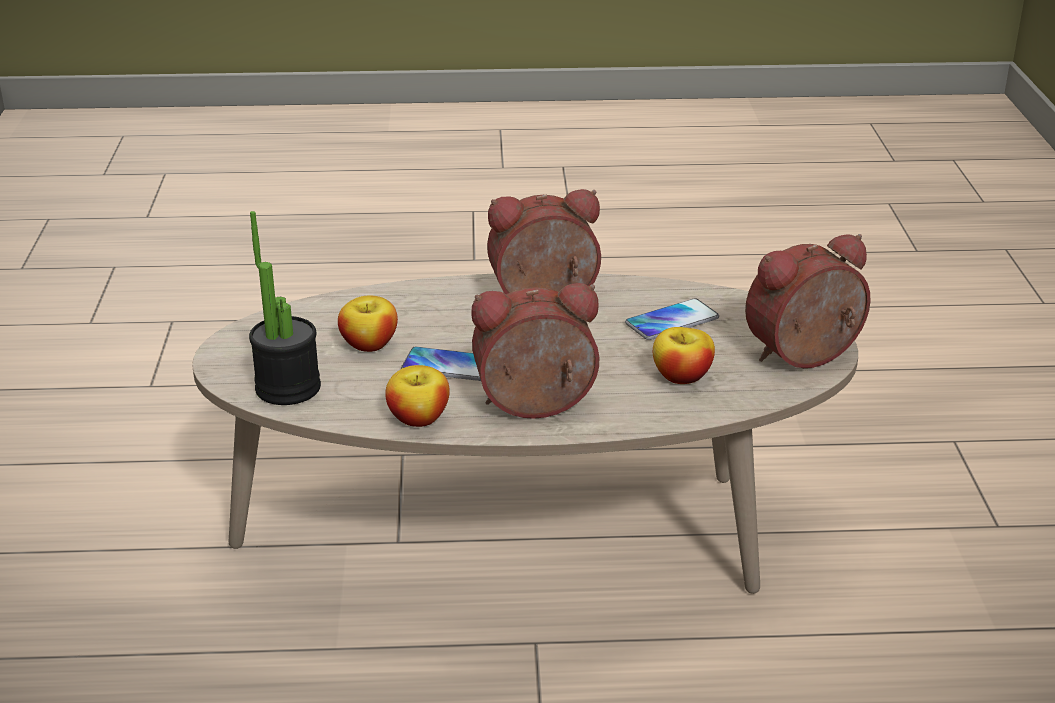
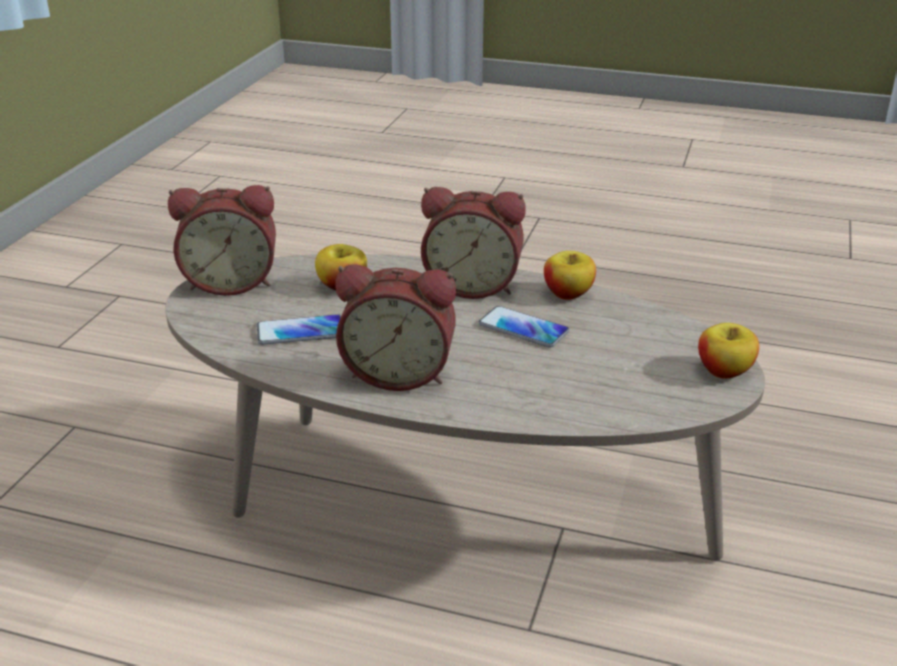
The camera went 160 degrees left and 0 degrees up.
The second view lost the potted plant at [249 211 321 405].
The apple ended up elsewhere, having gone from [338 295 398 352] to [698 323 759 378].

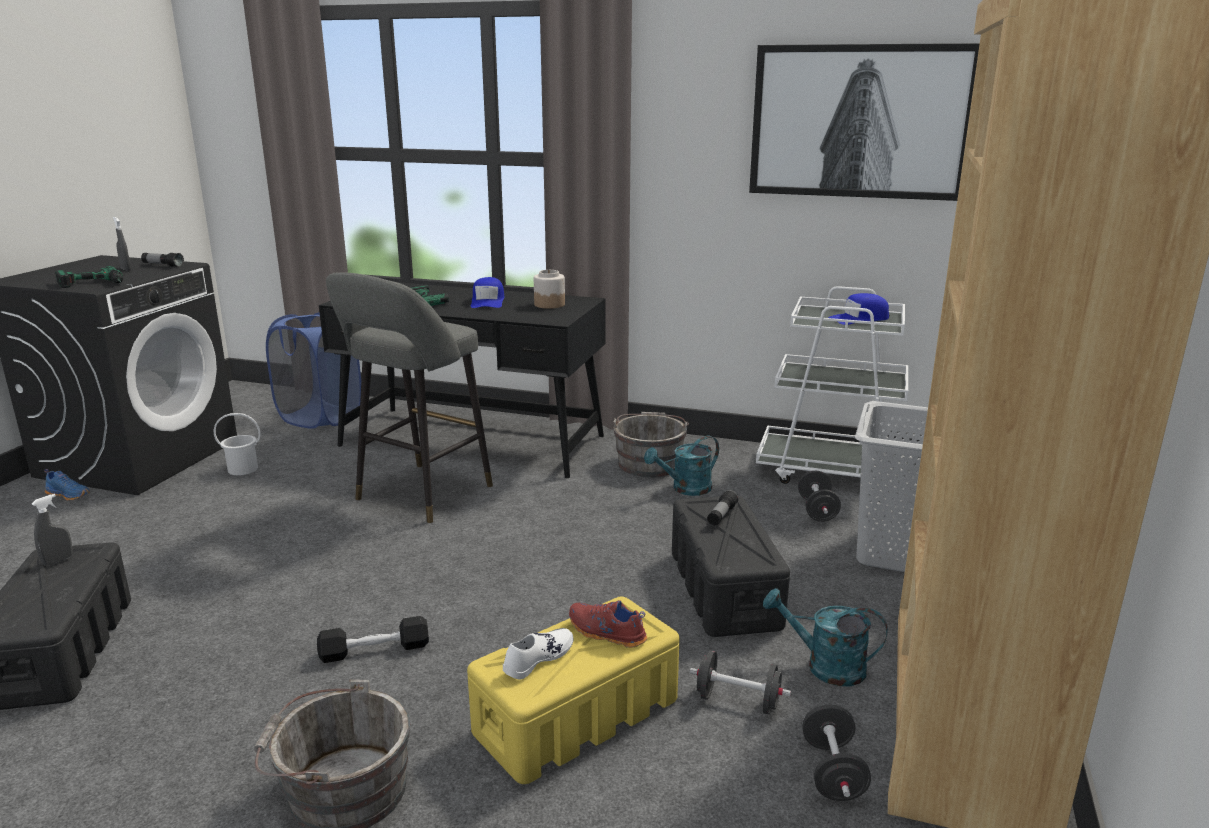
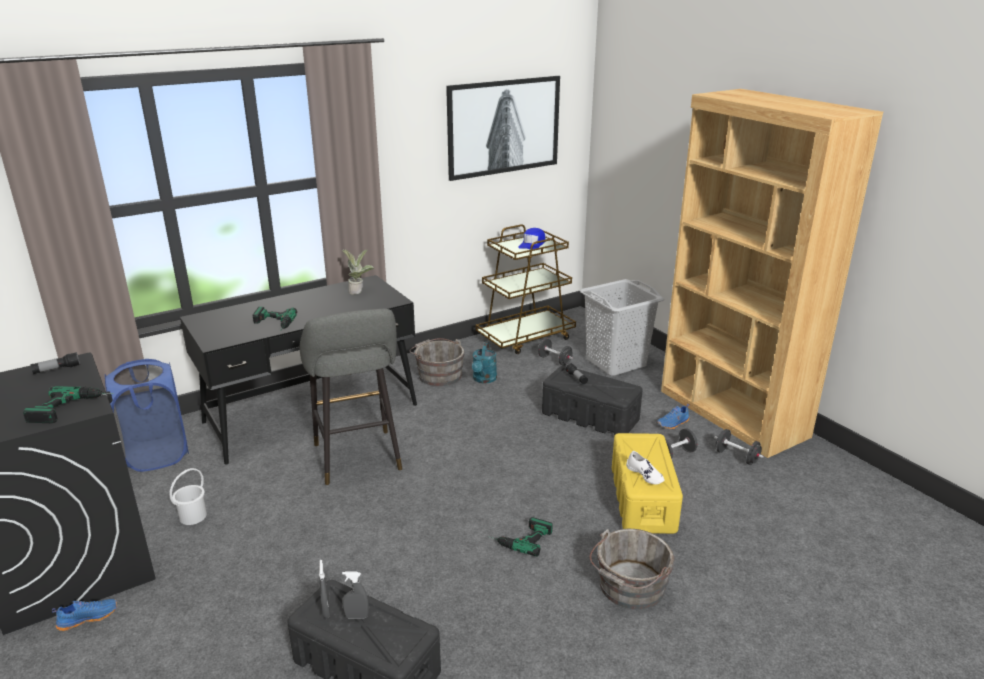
The camera went 50 degrees left and 5 degrees up.
The second view lost the cap in blue at [471 277 504 308].
The second view lost the shoe in red at [569 600 647 648].
The spray bottle in grey ended up elsewhere, having gone from [113 217 131 271] to [342 571 369 618].
Where the dumbbell in black stood at [317 616 429 663], the power drill came to stand at [488 517 553 557].
Where the jar stood at [534 270 565 309], the potted plant came to stand at [342 250 374 295].
Where the watering can in turquoise stood at [763 588 888 686], the shoe in blue came to stand at [657 404 689 429].
What was the cart in white at [756 286 912 484] turned into the cart in brown at [476 224 576 354].
The shoe in white at [503 628 573 679] ended up facing another way, 150 degrees clockwise from before.

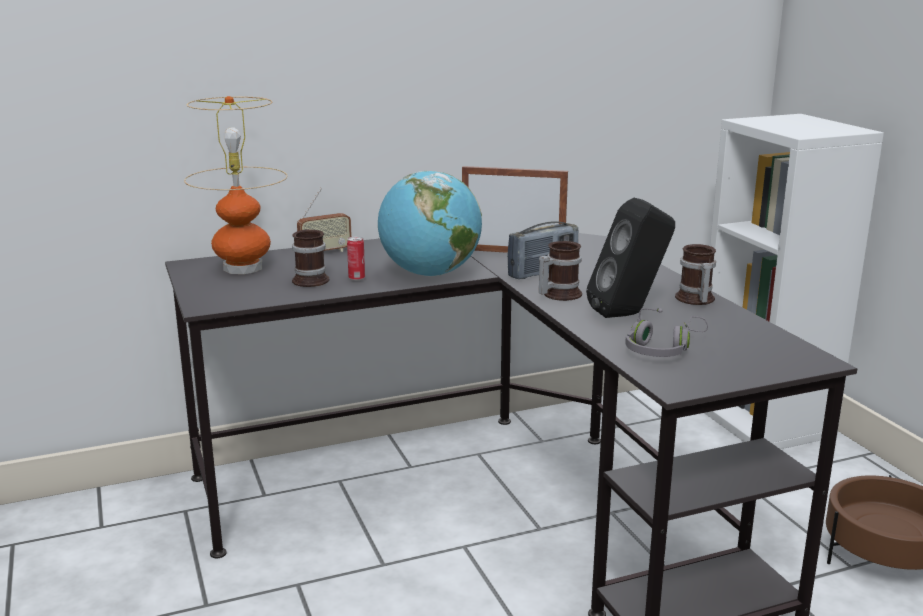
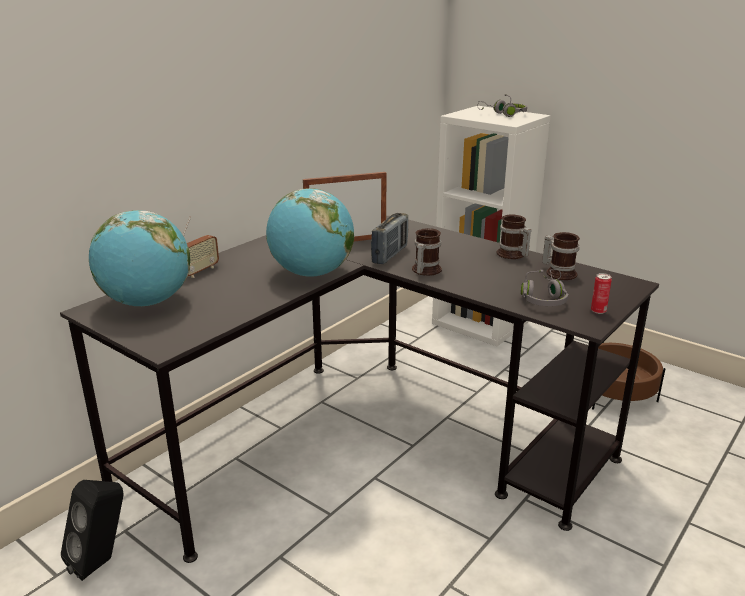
The camera went 30 degrees left and 5 degrees up.
The second view gained the headphones in grey at [478 94 527 117].
The mug ended up elsewhere, having gone from [292 229 329 287] to [542 232 580 280].
The can ended up elsewhere, having gone from [347 236 365 281] to [591 273 612 314].
The speaker in black ended up elsewhere, having gone from [586 198 675 318] to [61 480 123 581].
Where the table lamp stood at [184 96 287 274], the globe came to stand at [89 210 190 306].

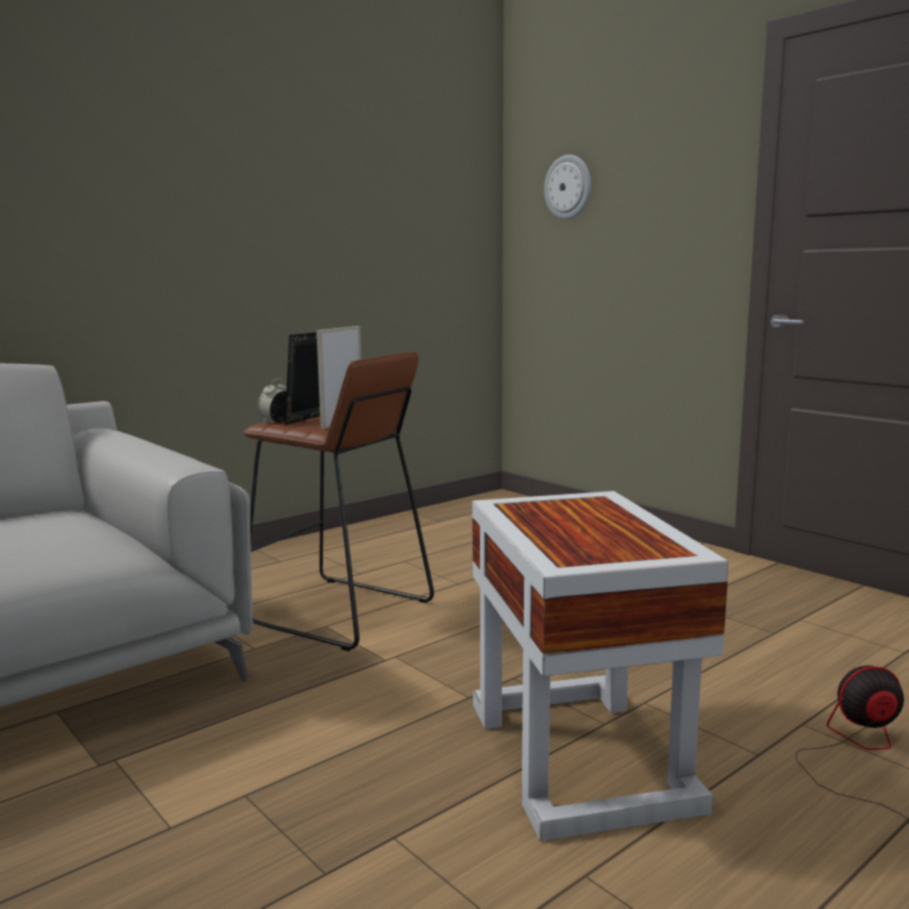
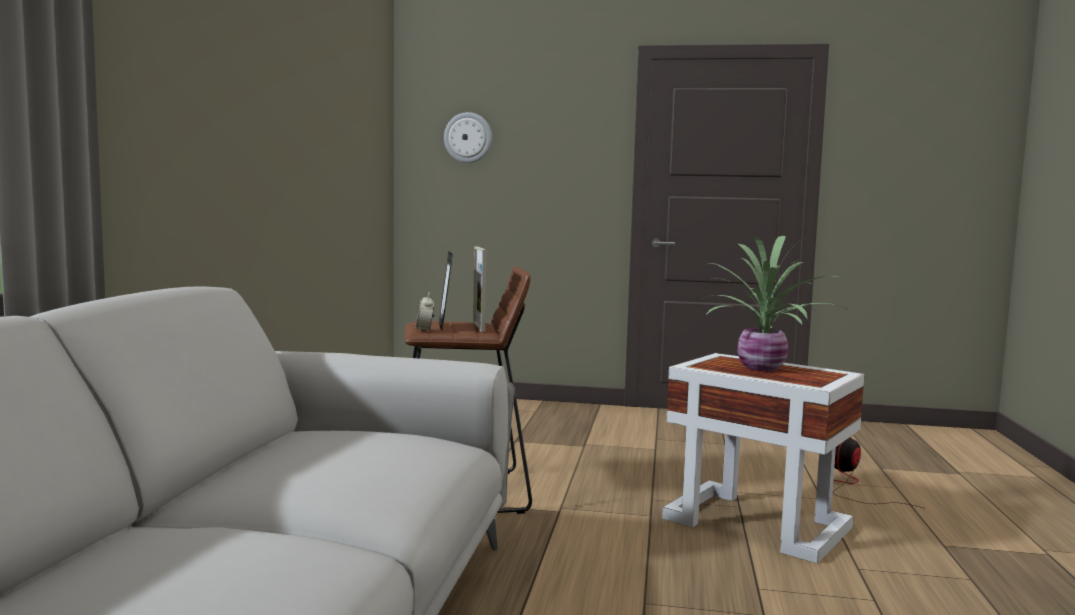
The camera went 40 degrees left and 5 degrees down.
The second view gained the potted plant at [700 236 849 372].

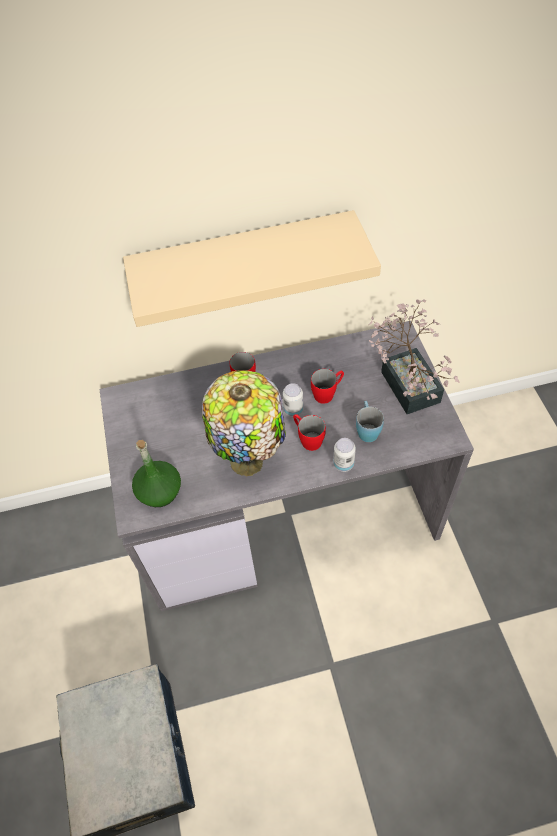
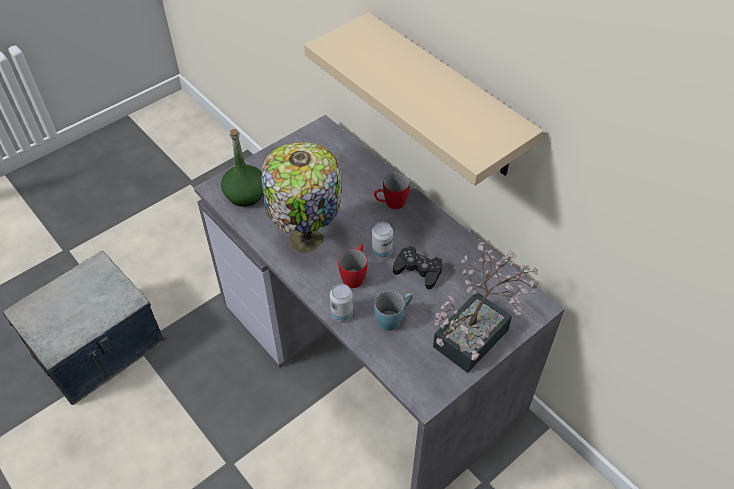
The camera went 60 degrees right and 5 degrees down.
Where the mug in red stood at [311 369 344 404], the game controller in black came to stand at [393 246 442 289].

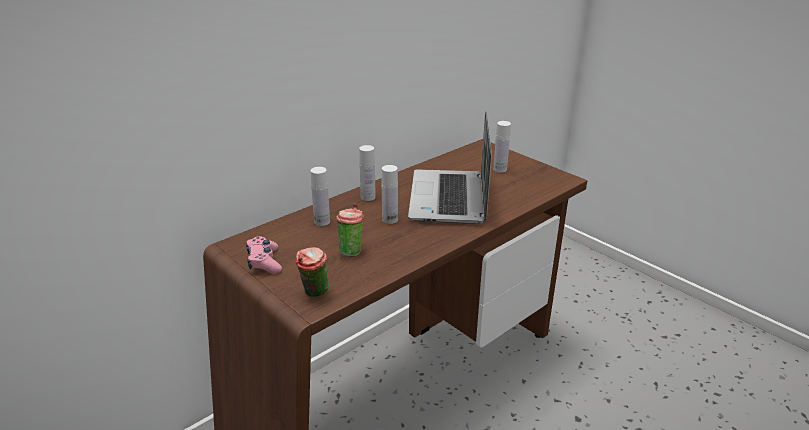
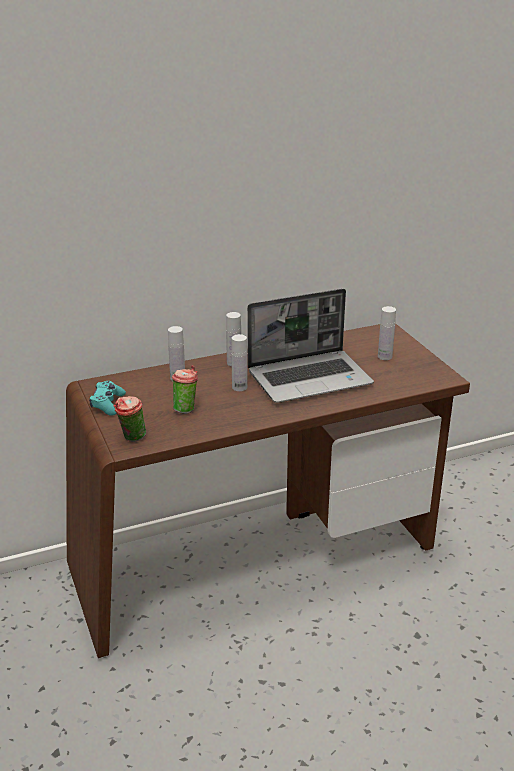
The camera went 20 degrees right and 0 degrees up.
What was the game controller in pink at [246 236 282 274] turned into the game controller in turquoise at [89 381 126 416].
The laptop at [408 111 492 224] ended up facing another way, 135 degrees counterclockwise from before.

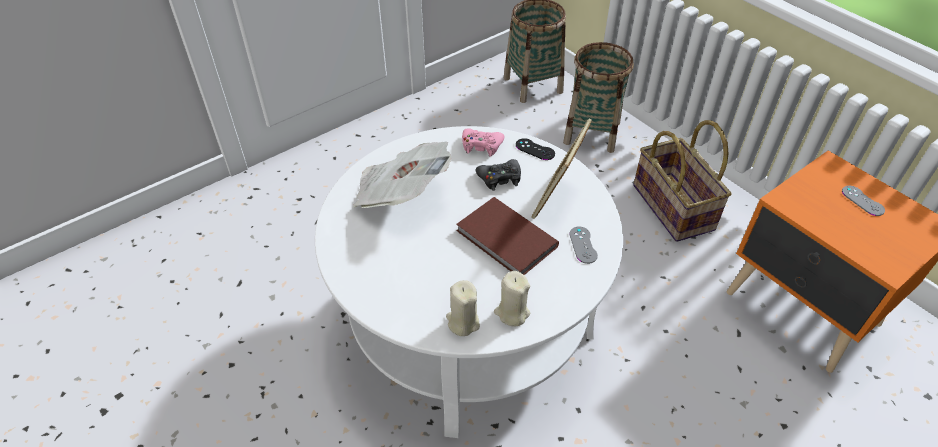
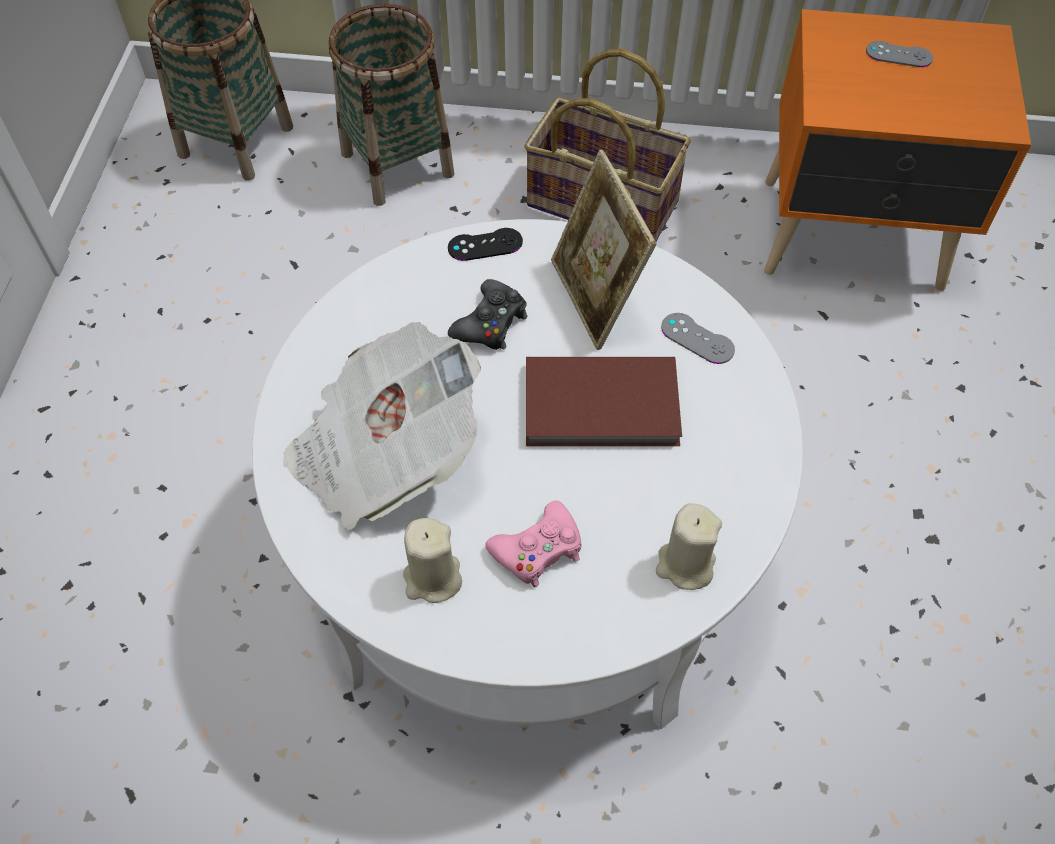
The camera went 45 degrees left and 10 degrees up.
The game controller in pink ended up elsewhere, having gone from [462 128 504 156] to [485 500 581 587].
The candle in beige ended up elsewhere, having gone from [494 271 530 327] to [403 518 462 603].

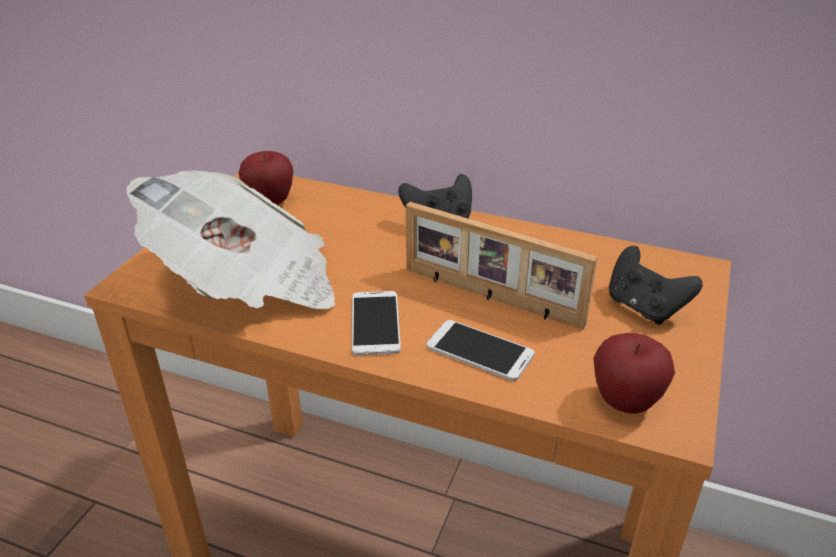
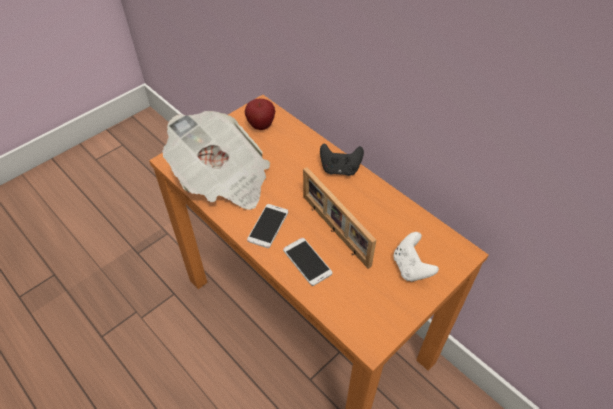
The camera went 25 degrees right and 15 degrees up.
The second view lost the apple at [593 333 675 414].
What was the game controller in black at [609 246 703 325] turned into the game controller in white at [393 232 439 282].

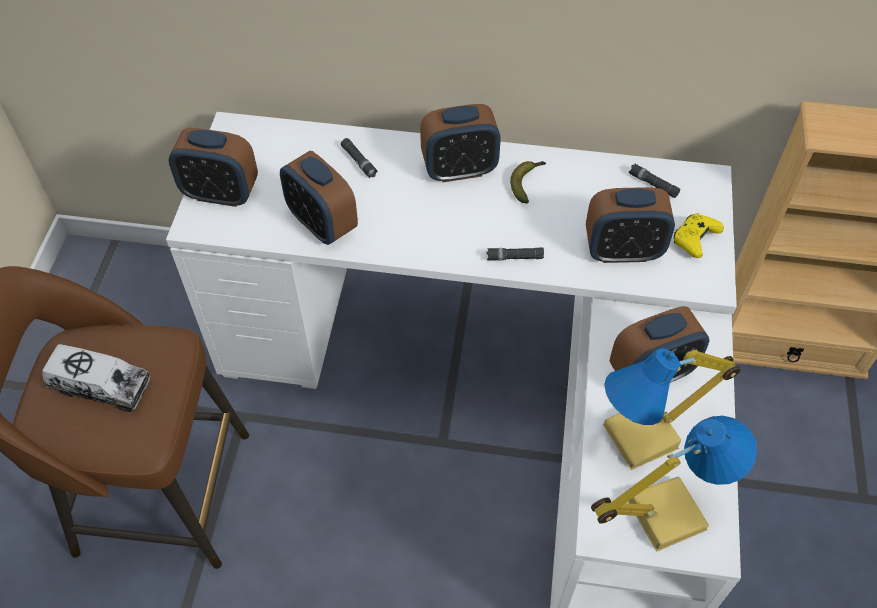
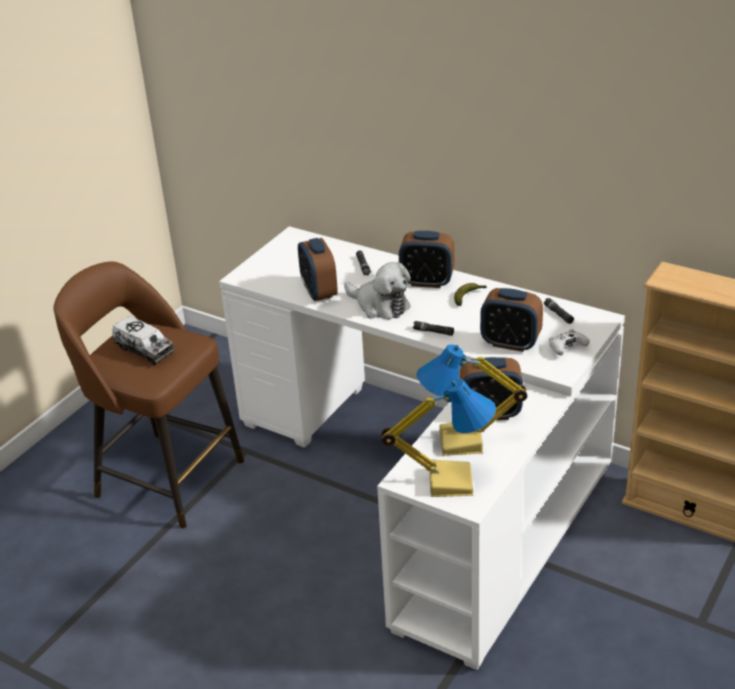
The camera went 25 degrees right and 20 degrees down.
The second view lost the alarm clock at [169 128 258 207].
The second view gained the plush toy at [344 262 411 319].
What was the game controller in yellow at [674 213 724 258] turned into the game controller in white at [549 329 590 355].

